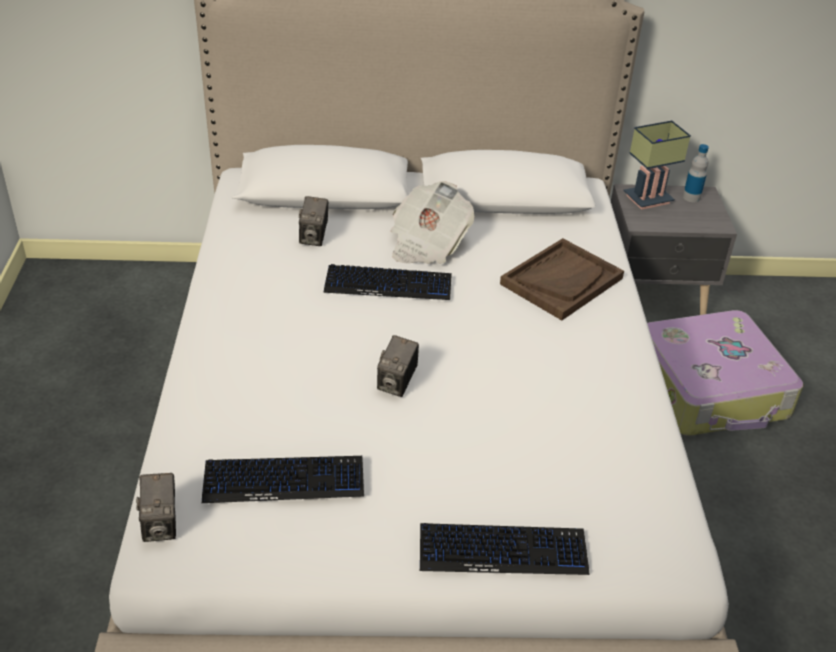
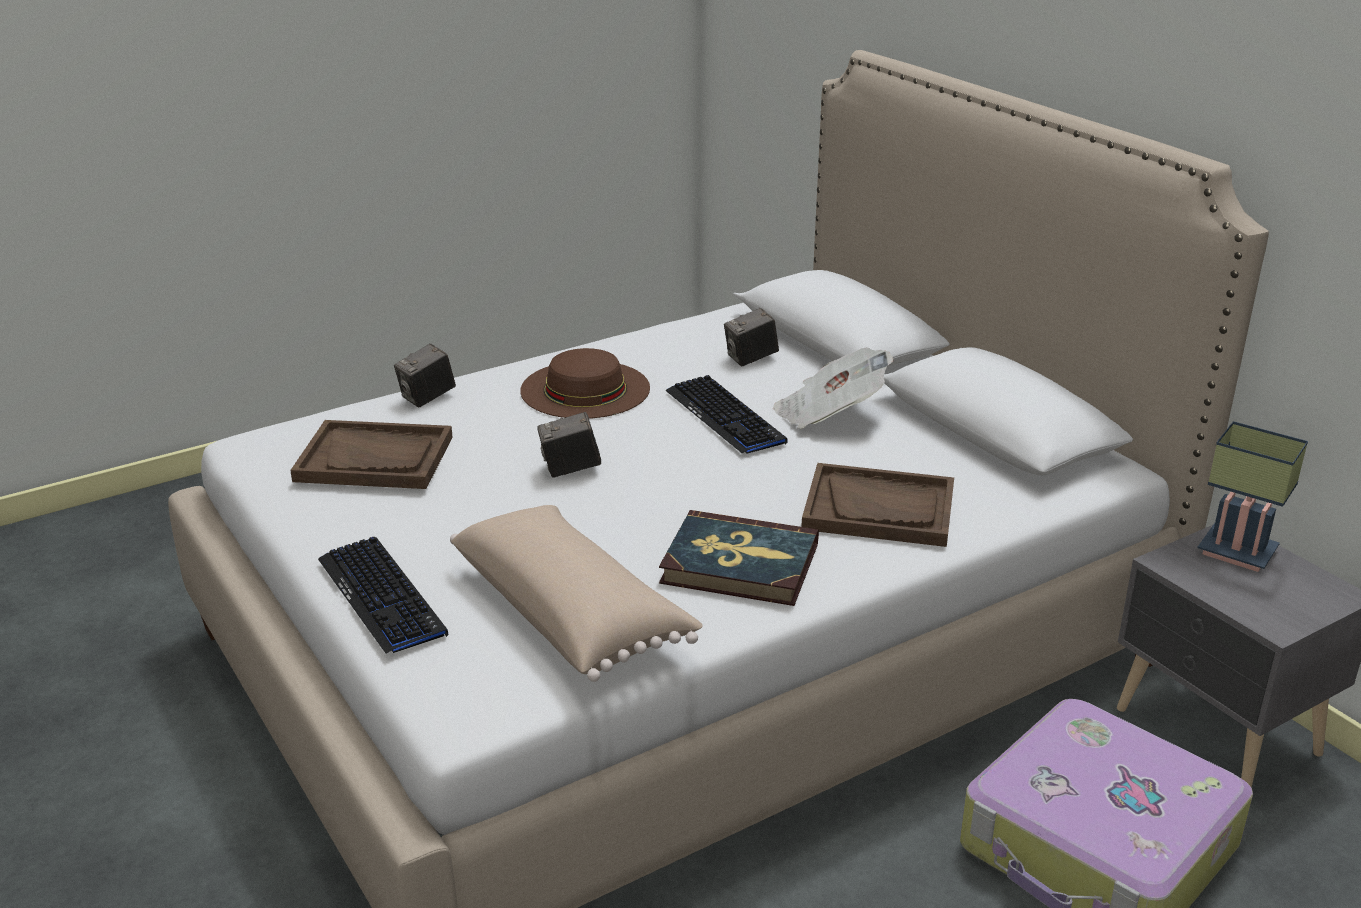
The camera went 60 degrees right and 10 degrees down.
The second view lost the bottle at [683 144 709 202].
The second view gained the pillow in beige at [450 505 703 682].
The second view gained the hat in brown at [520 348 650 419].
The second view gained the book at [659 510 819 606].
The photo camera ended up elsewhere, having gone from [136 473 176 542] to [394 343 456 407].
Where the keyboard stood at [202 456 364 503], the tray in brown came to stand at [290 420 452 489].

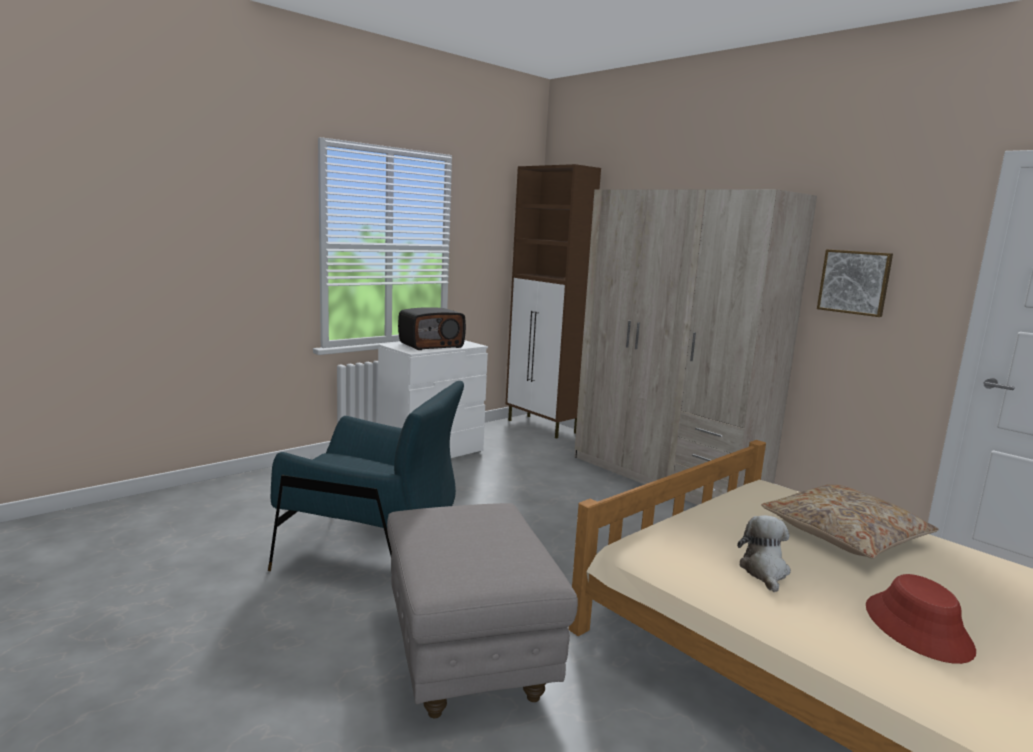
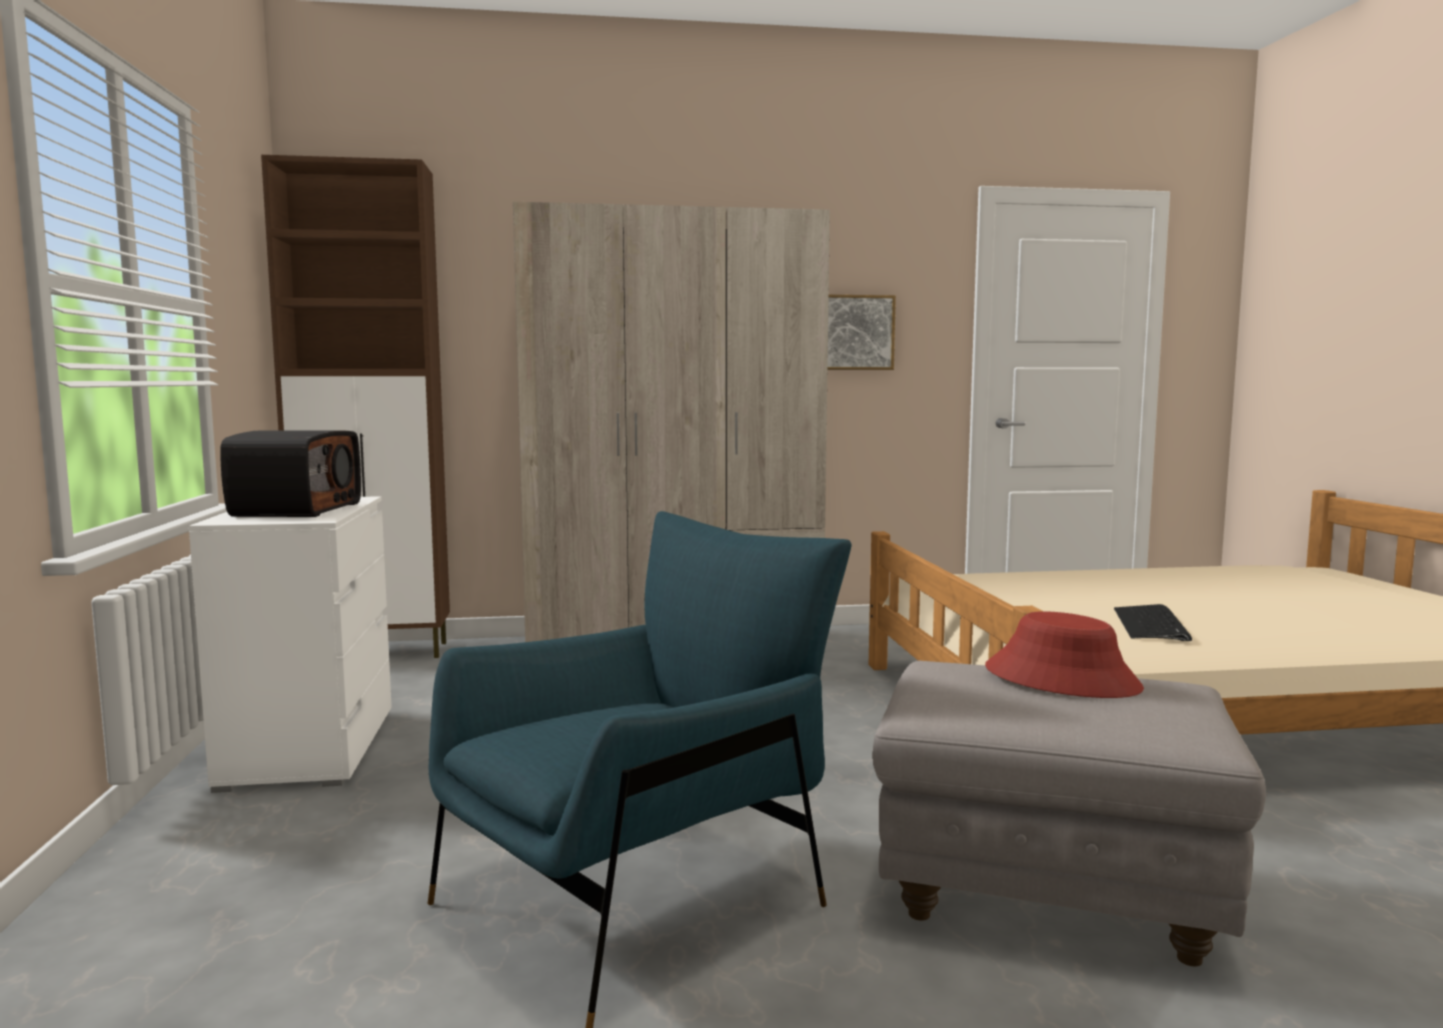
The camera went 55 degrees left and 5 degrees down.
The second view lost the pillow in beige at [761 484 938 559].
The hat in red ended up elsewhere, having gone from [866 574 976 664] to [985 611 1144 698].
Where the plush toy stood at [737 515 791 592], the keyboard came to stand at [1114 604 1192 641].

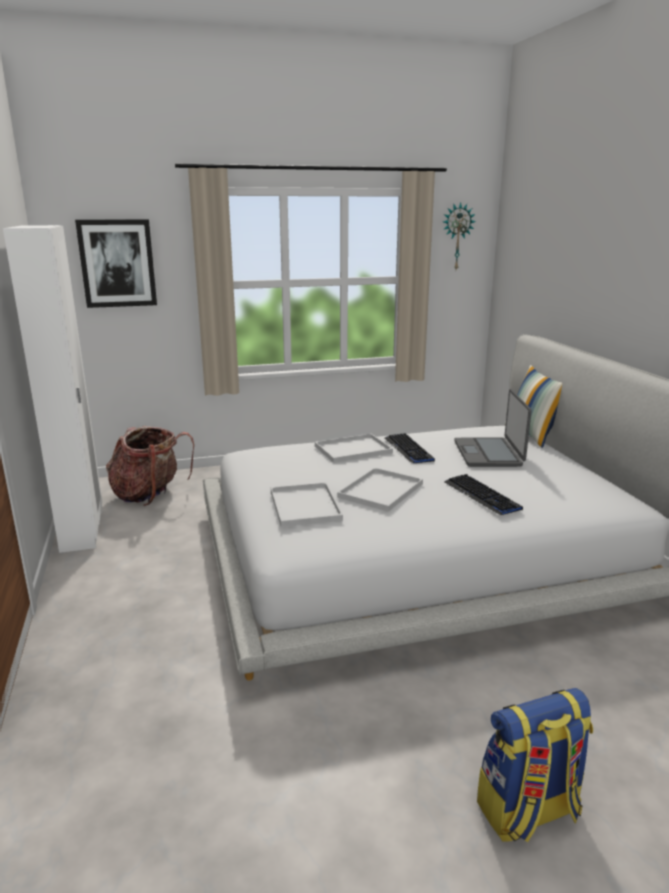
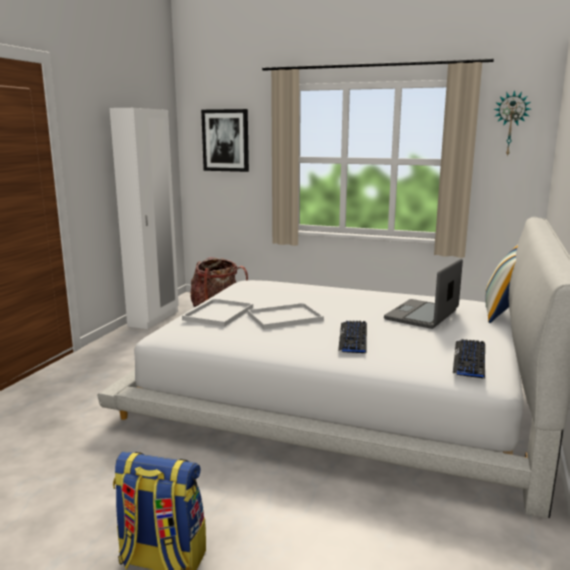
The camera went 35 degrees right and 5 degrees down.
The second view lost the tray in white at [315 434 393 463].
The keyboard ended up elsewhere, having gone from [385 433 435 463] to [453 339 485 378].

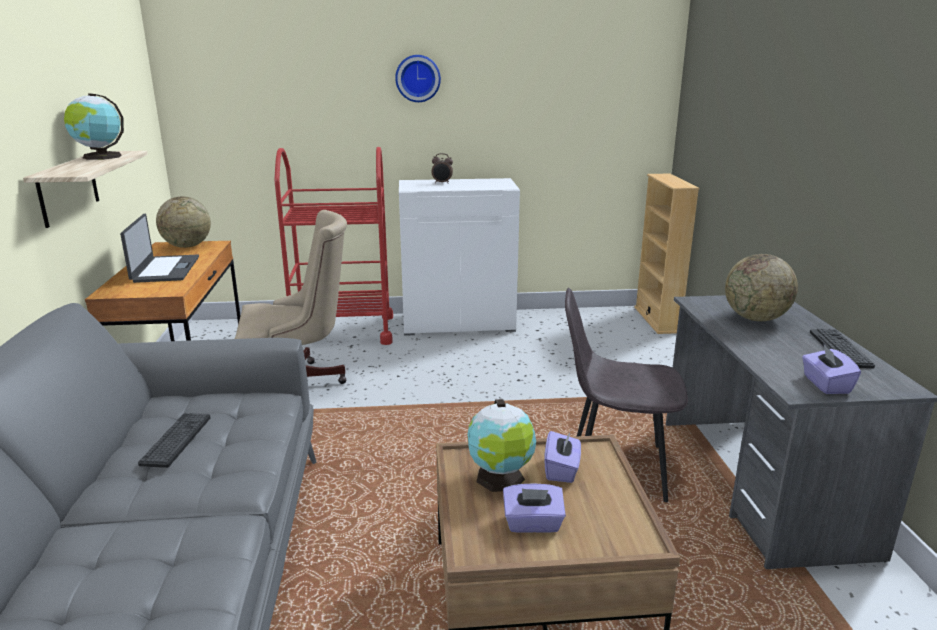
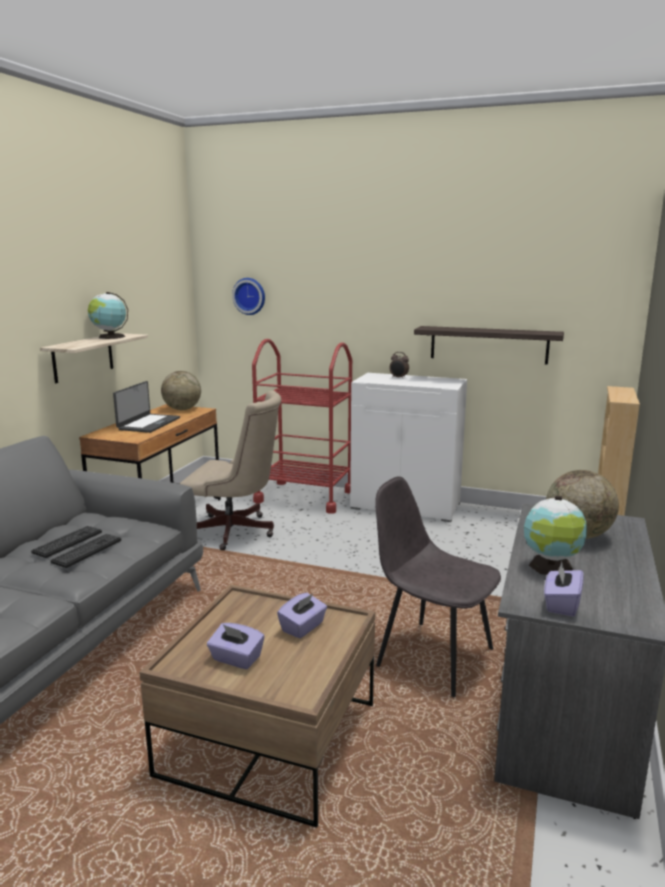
The camera went 25 degrees right and 5 degrees down.
The second view gained the shelf at [414 326 564 365].
The wall clock ended up elsewhere, having gone from [395 55 441 102] to [232 278 265 315].
The globe ended up elsewhere, having gone from [467 399 536 492] to [524 495 587 575].
The keyboard ended up elsewhere, having gone from [810 329 875 369] to [51 534 121 568].

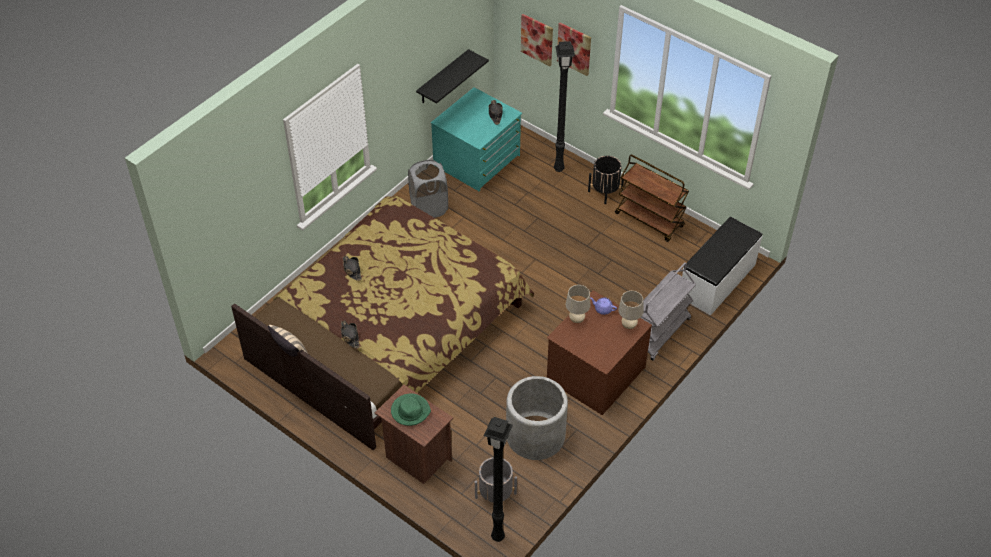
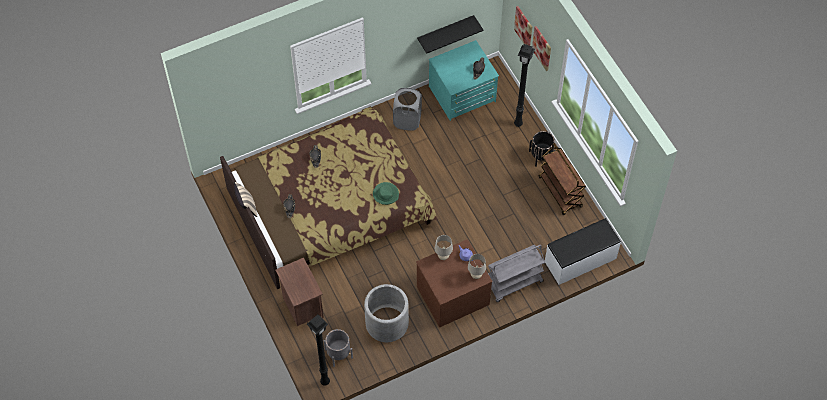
The camera went 25 degrees right and 10 degrees up.
The hat in green ended up elsewhere, having gone from [391 394 431 426] to [373 182 399 205].

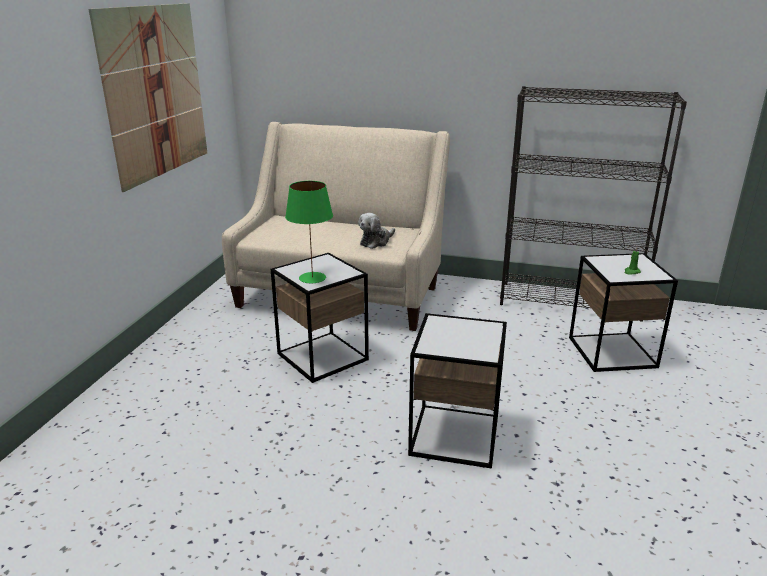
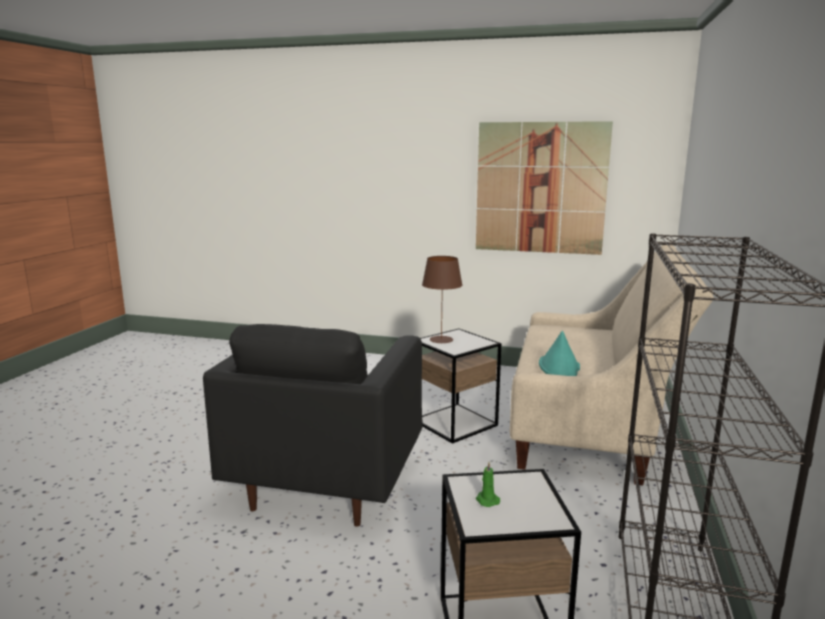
The camera went 90 degrees right and 10 degrees down.
Where the plush toy stood at [358 213 395 249], the hat in turquoise came to stand at [539 331 580 376].
Where the side table stood at [408 313 507 469], the armchair in black came to stand at [203 324 423 527].
What was the table lamp in green at [285 181 333 283] turned into the table lamp in brown at [422 256 463 343].

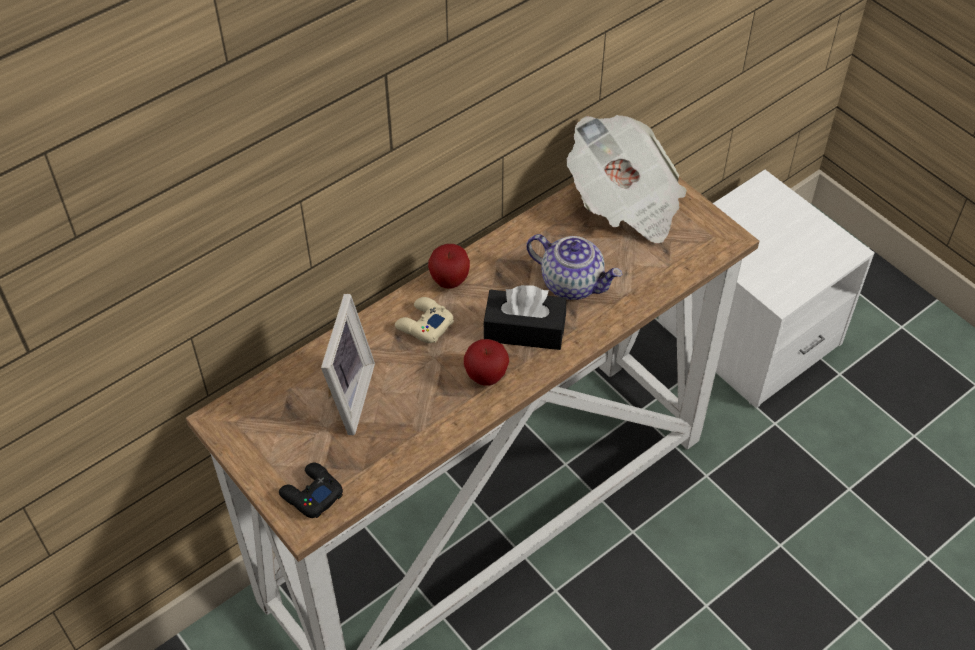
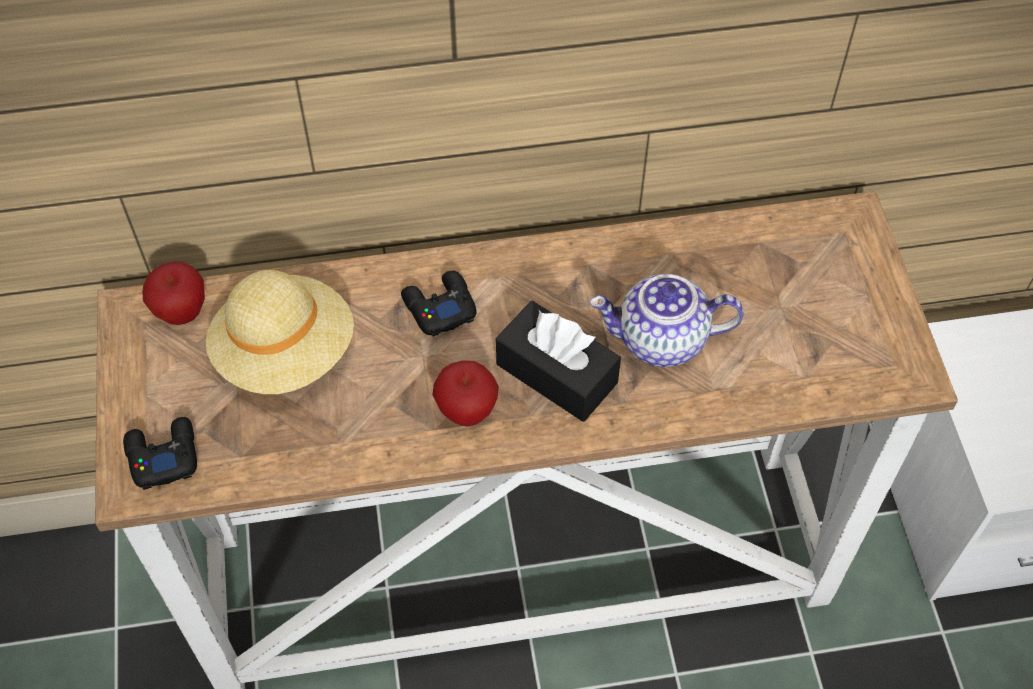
The camera went 30 degrees right and 5 degrees up.
The second view lost the newspaper at [566 115 687 244].
The apple ended up elsewhere, having gone from [428 244 470 289] to [142 261 205 325].
Where the picture frame stood at [321 294 375 435], the hat in beige came to stand at [206 270 354 394].
What was the game controller in beige at [395 297 454 343] turned into the game controller in black at [401 271 477 337].
The teapot at [526 234 622 300] ended up facing another way, 120 degrees clockwise from before.

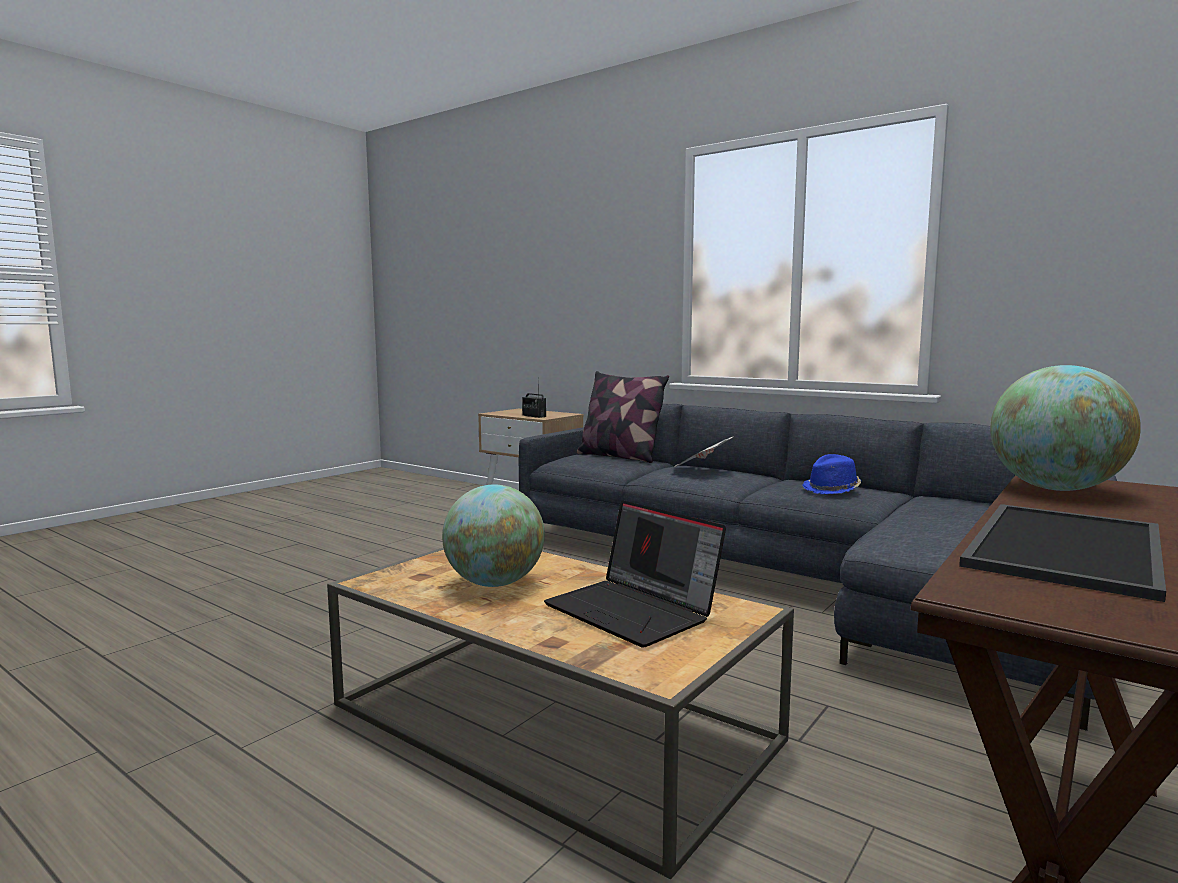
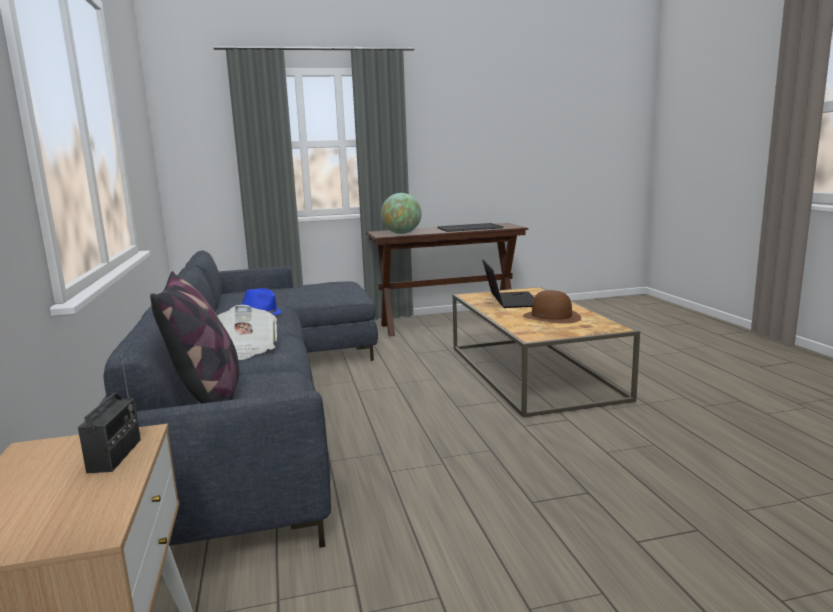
The camera went 140 degrees left and 5 degrees up.
Where the globe stood at [442 484 545 587], the hat in brown came to stand at [523 290 581 324].

